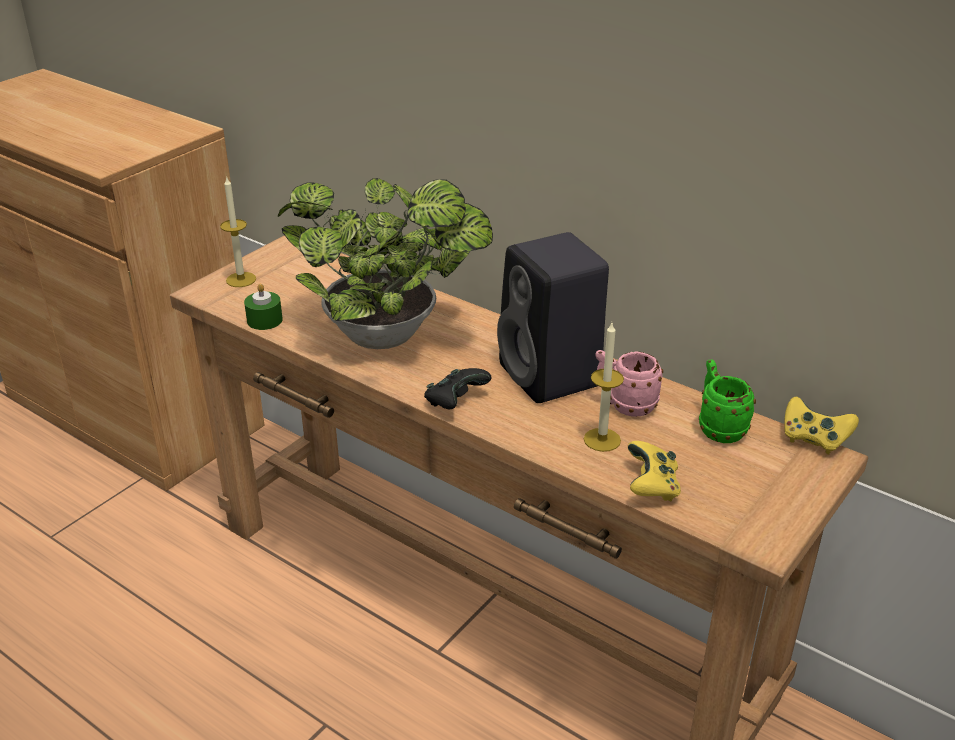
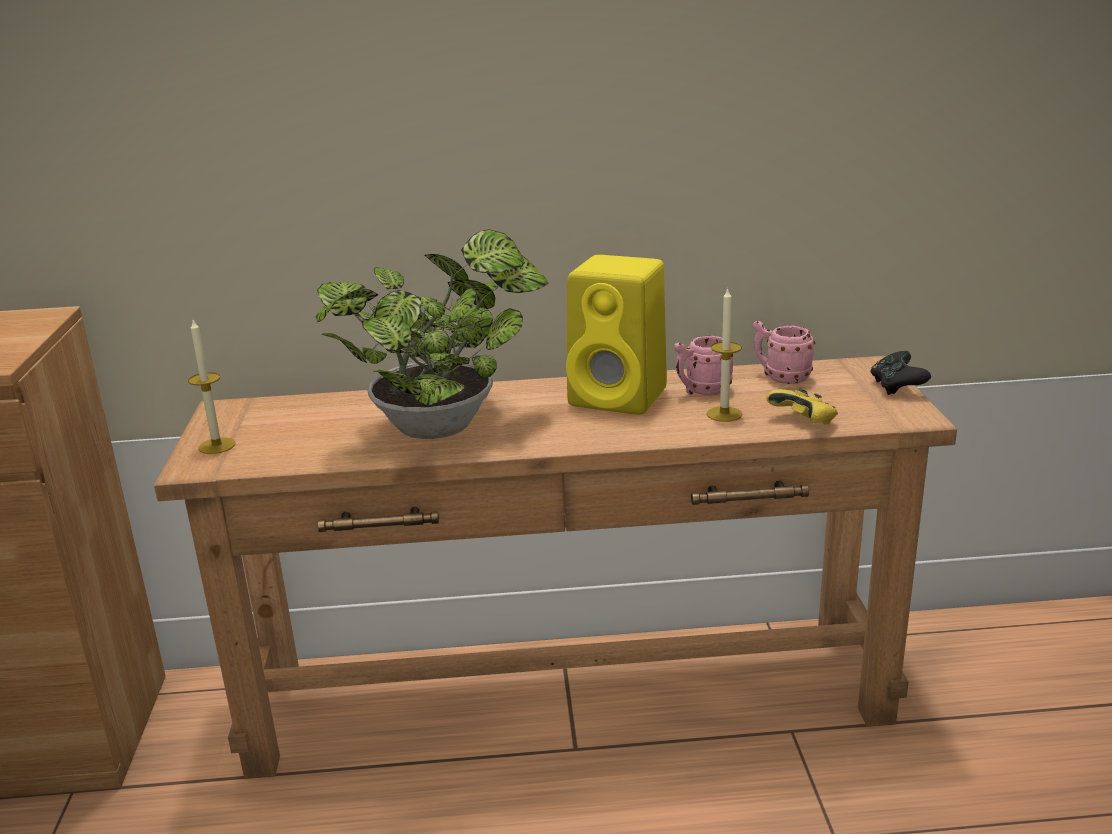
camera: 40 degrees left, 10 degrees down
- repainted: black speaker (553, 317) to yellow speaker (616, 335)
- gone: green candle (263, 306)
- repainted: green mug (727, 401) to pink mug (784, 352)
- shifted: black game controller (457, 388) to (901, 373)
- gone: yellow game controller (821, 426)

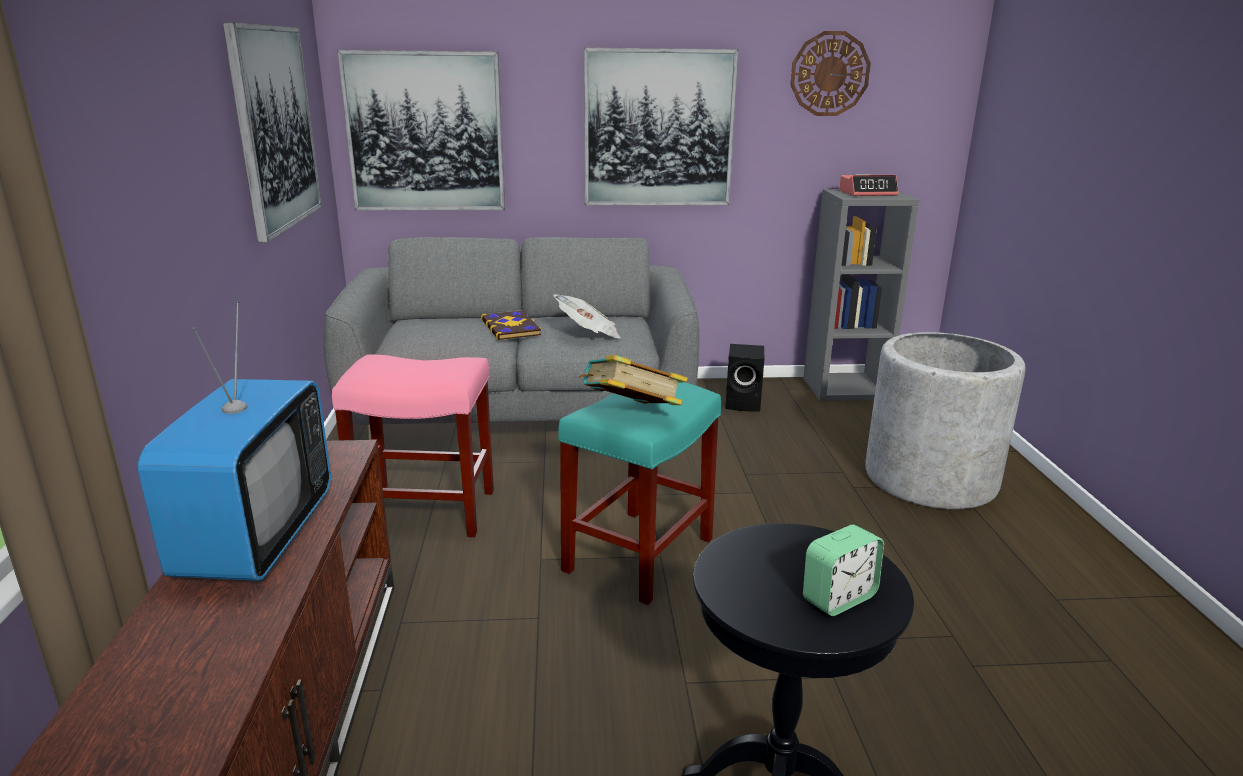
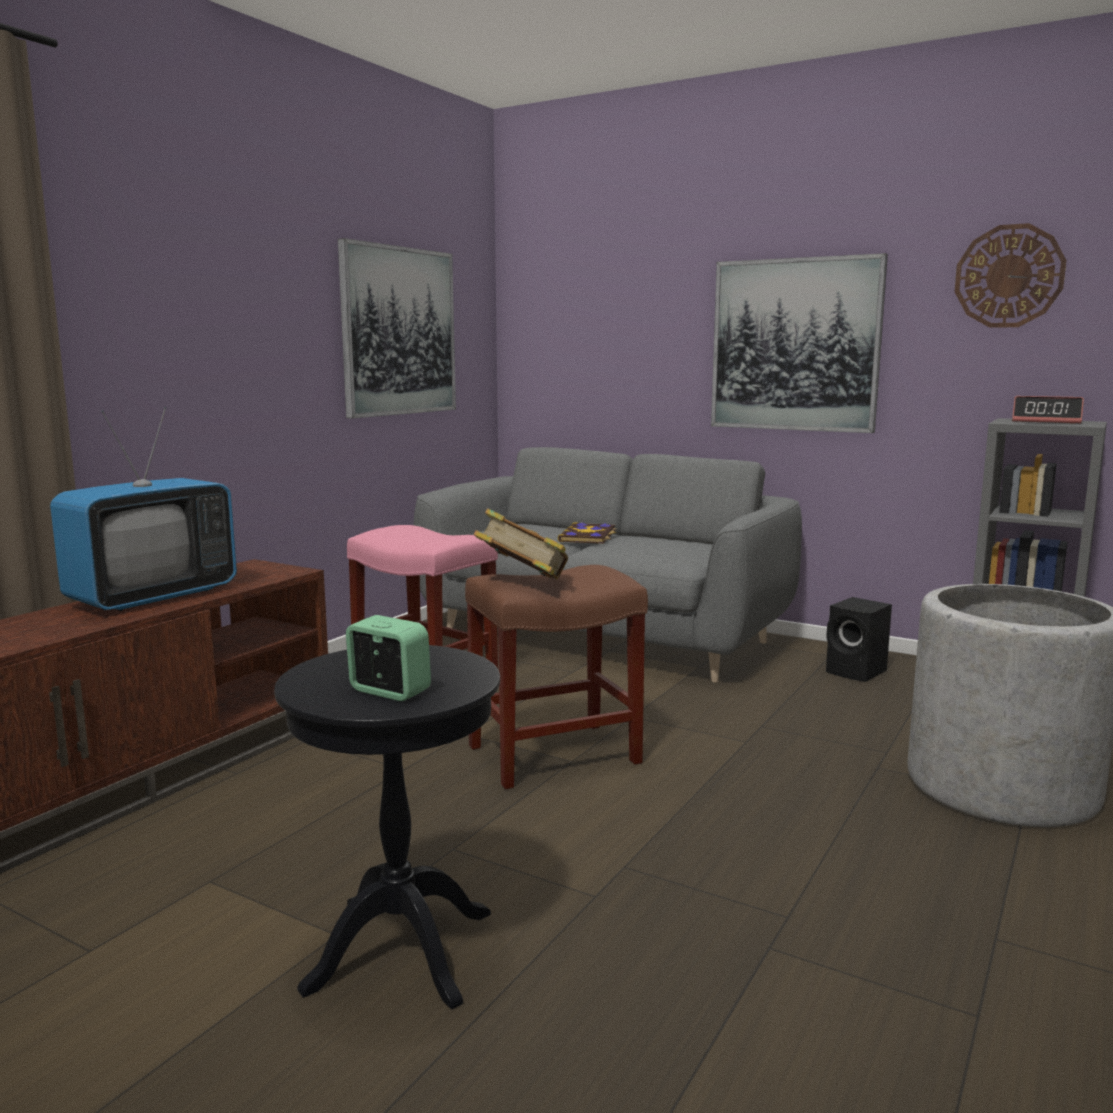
camera: 35 degrees right, 10 degrees down
- gone: picture (421, 130)
- gone: newspaper (587, 316)
- repainted: turquoise stool (639, 493) to brown stool (556, 677)
- rotated: alarm clock (843, 570) = (388, 658) 150 degrees counterclockwise

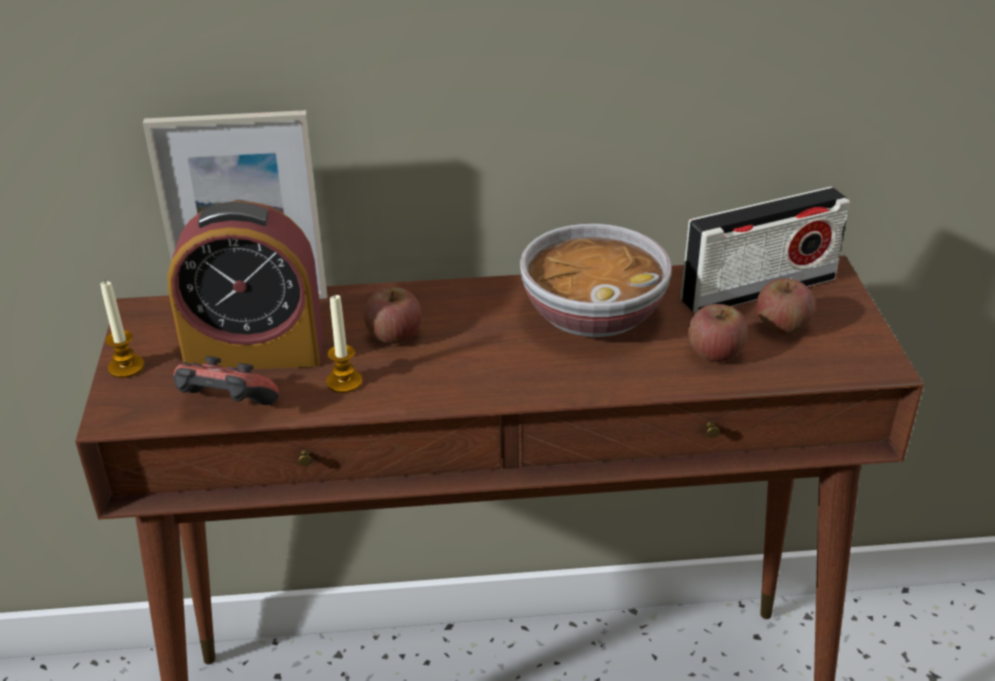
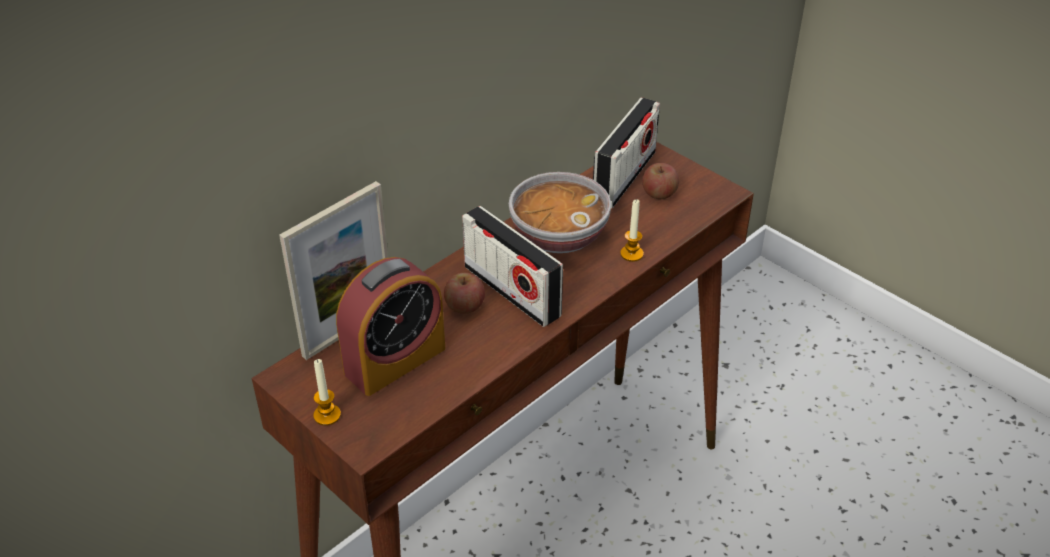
camera: 40 degrees left, 5 degrees up
- shifted: candle (344, 343) to (632, 230)
- gone: apple (718, 333)
- gone: game controller (226, 380)
- new: radio (512, 266)

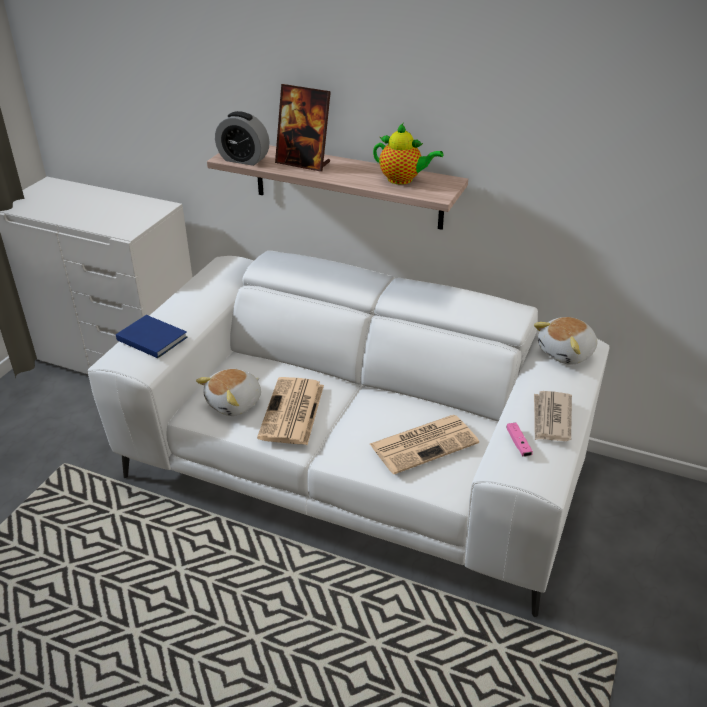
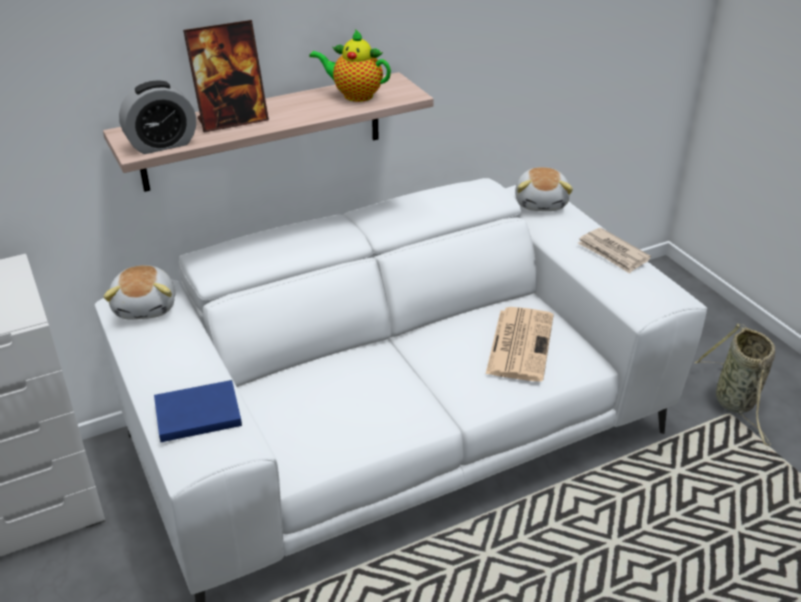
camera: 50 degrees left, 0 degrees up
- rotated: teapot (408, 154) = (350, 65) 135 degrees counterclockwise
- shifted: plush toy (228, 392) to (139, 292)
- gone: newspaper (290, 411)
- gone: pink game controller (519, 440)
- new: basket (734, 385)

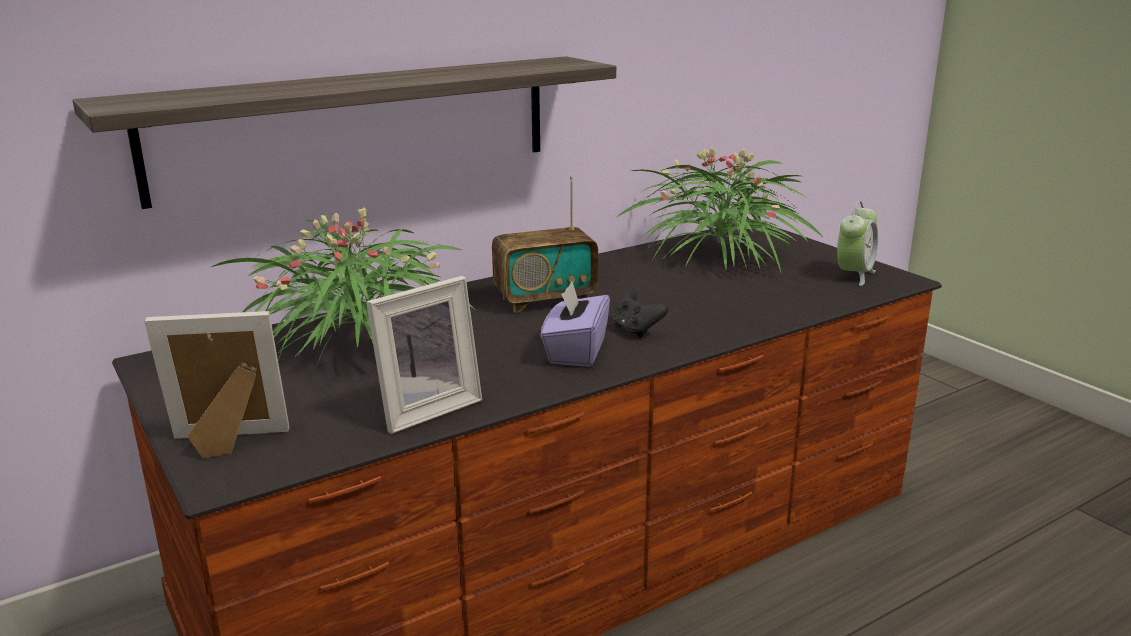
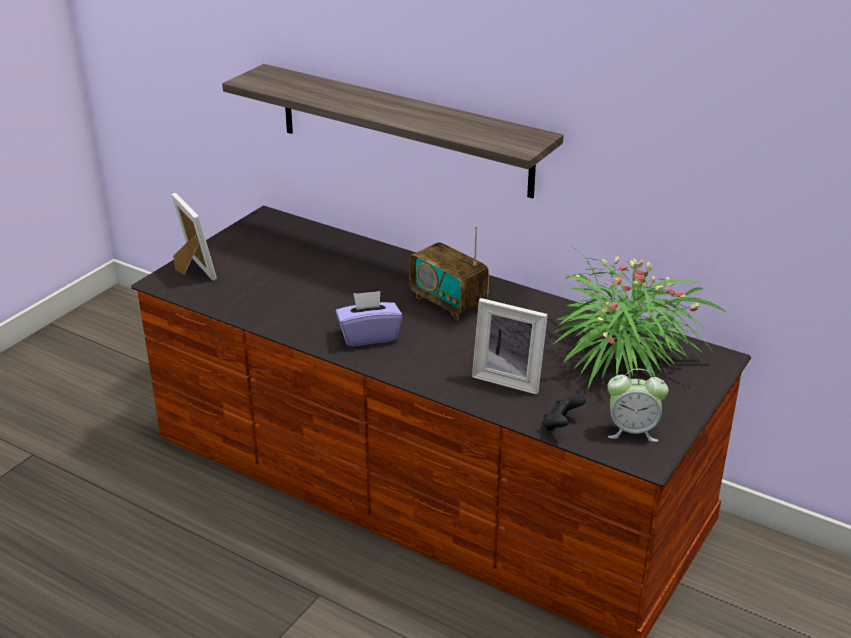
camera: 65 degrees right, 10 degrees up
- gone: potted plant (342, 286)
- shifted: picture frame (424, 355) to (510, 346)
- shifted: black game controller (640, 313) to (564, 413)

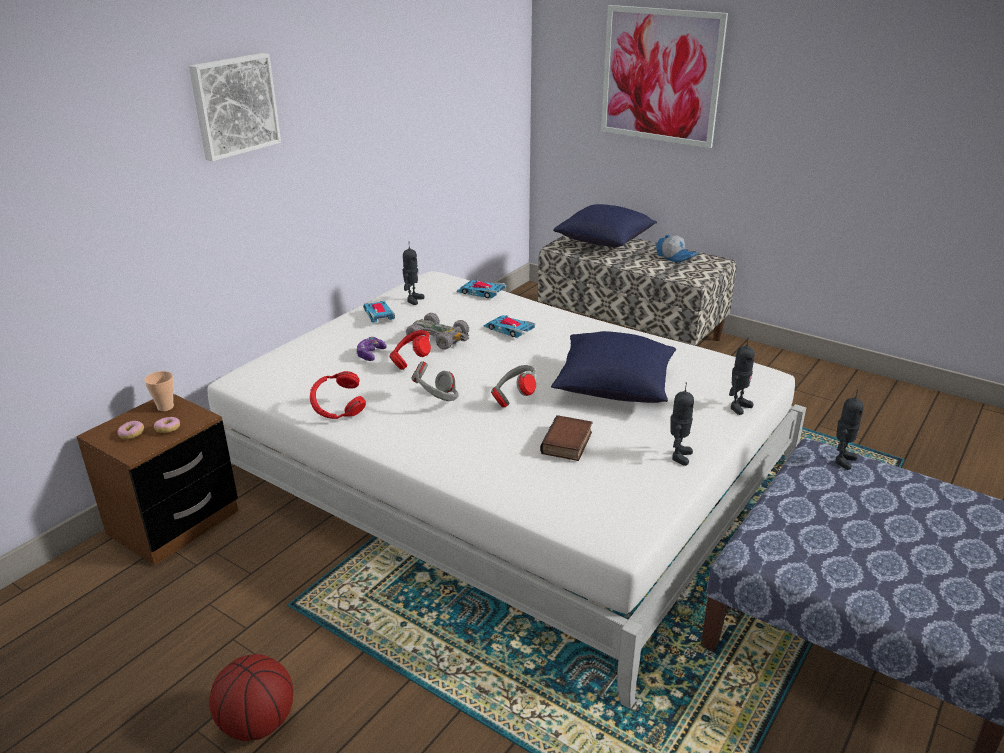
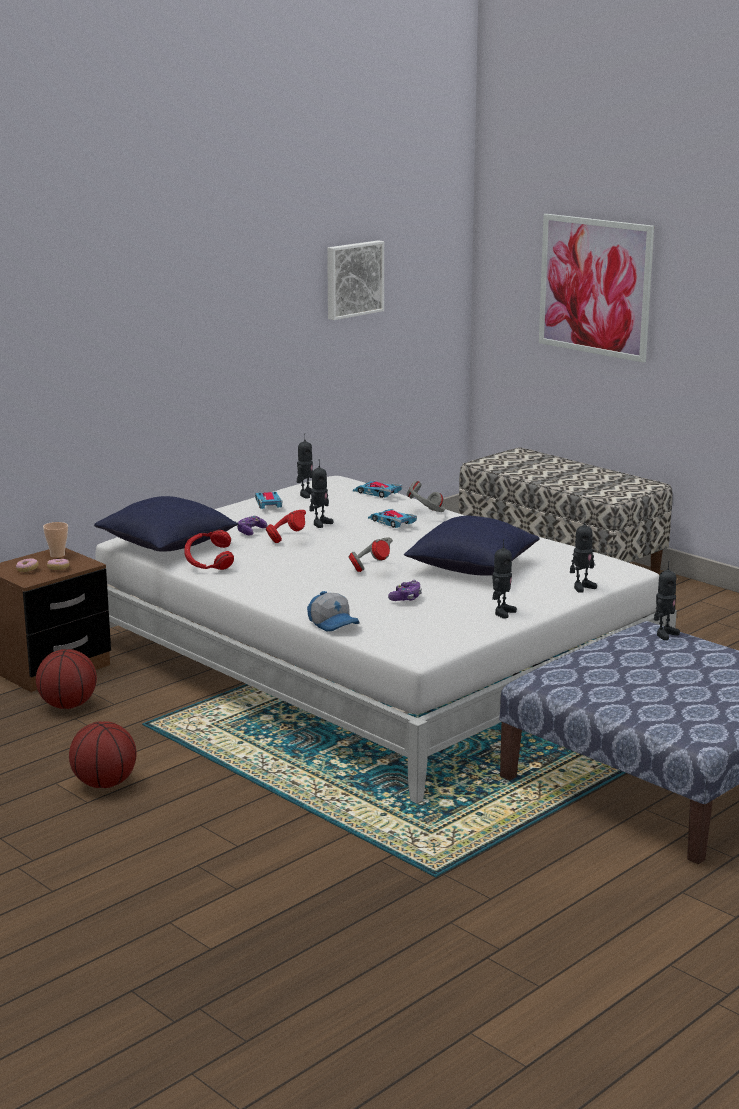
camera: 10 degrees right, 10 degrees down
- shifted: picture (235, 107) to (355, 280)
- shifted: blue pillow (605, 225) to (166, 524)
- shifted: cap (677, 248) to (333, 611)
- swapped: grey toy car (437, 331) to toy robot (321, 496)
- shifted: grey headphones (435, 381) to (426, 496)
- swapped: book (566, 438) to game controller (405, 590)
- new: basketball (66, 679)

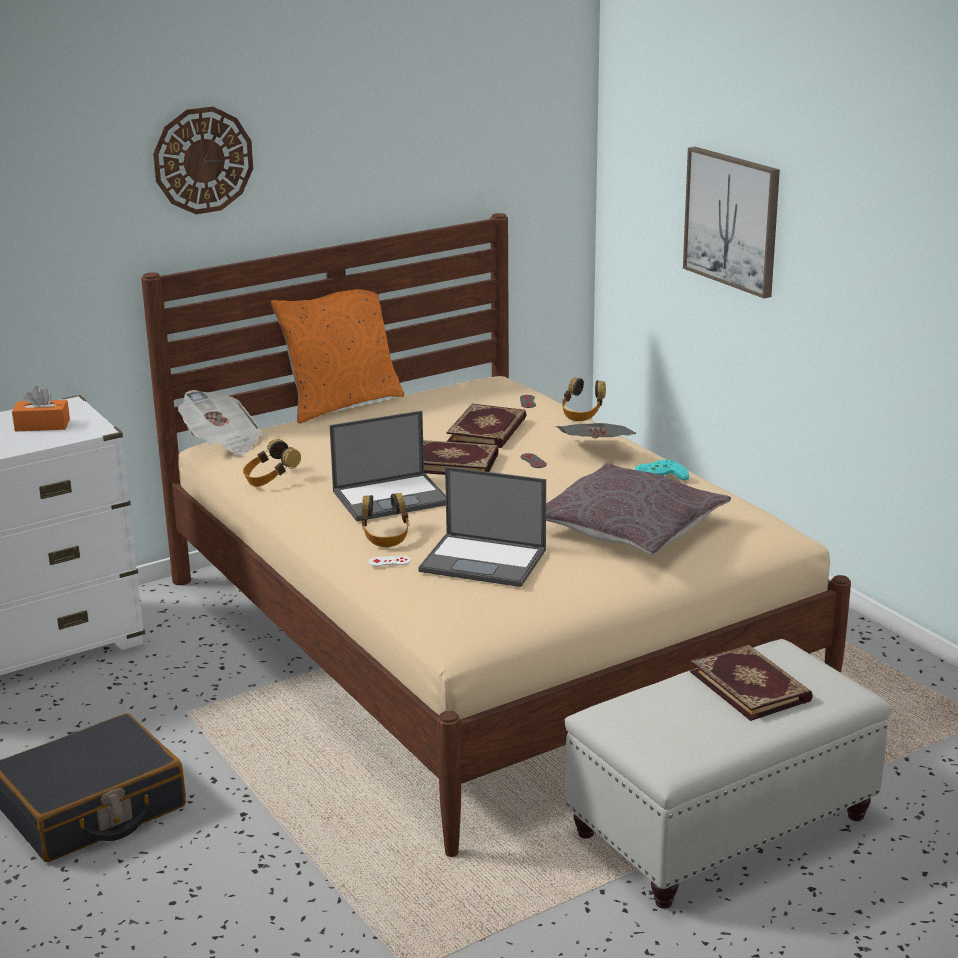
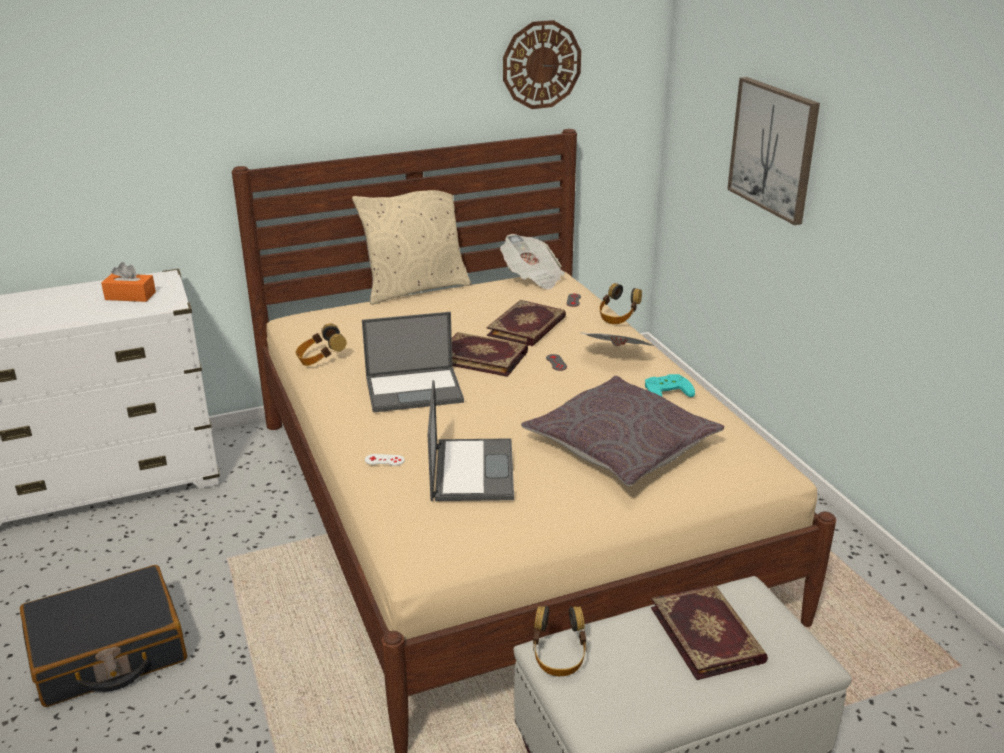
camera: 10 degrees right, 5 degrees up
- shifted: wall clock (203, 160) to (542, 64)
- repainted: orange pillow (337, 356) to beige pillow (411, 247)
- shifted: newspaper (220, 422) to (532, 262)
- rotated: laptop (482, 527) = (470, 440) 120 degrees counterclockwise
- shifted: headphones (385, 520) to (560, 641)

